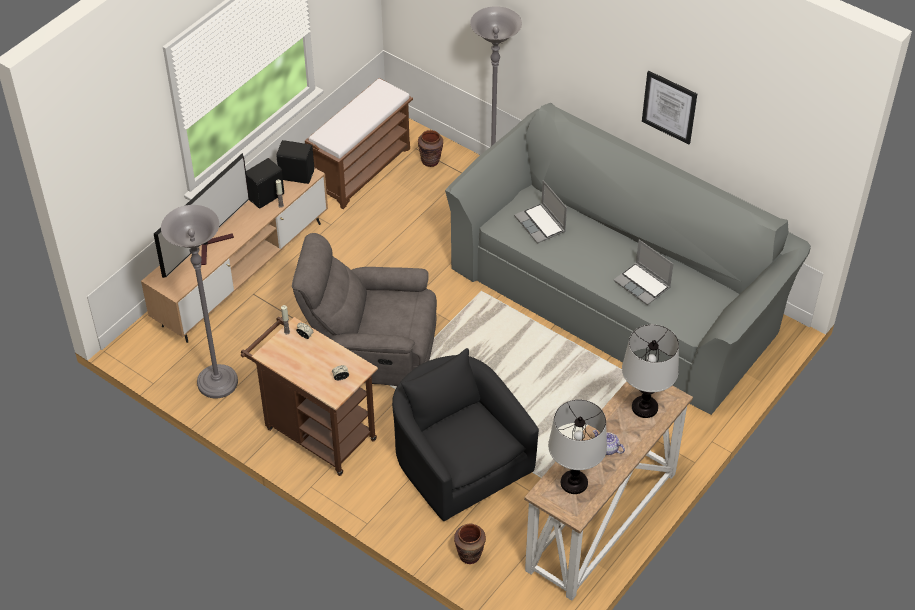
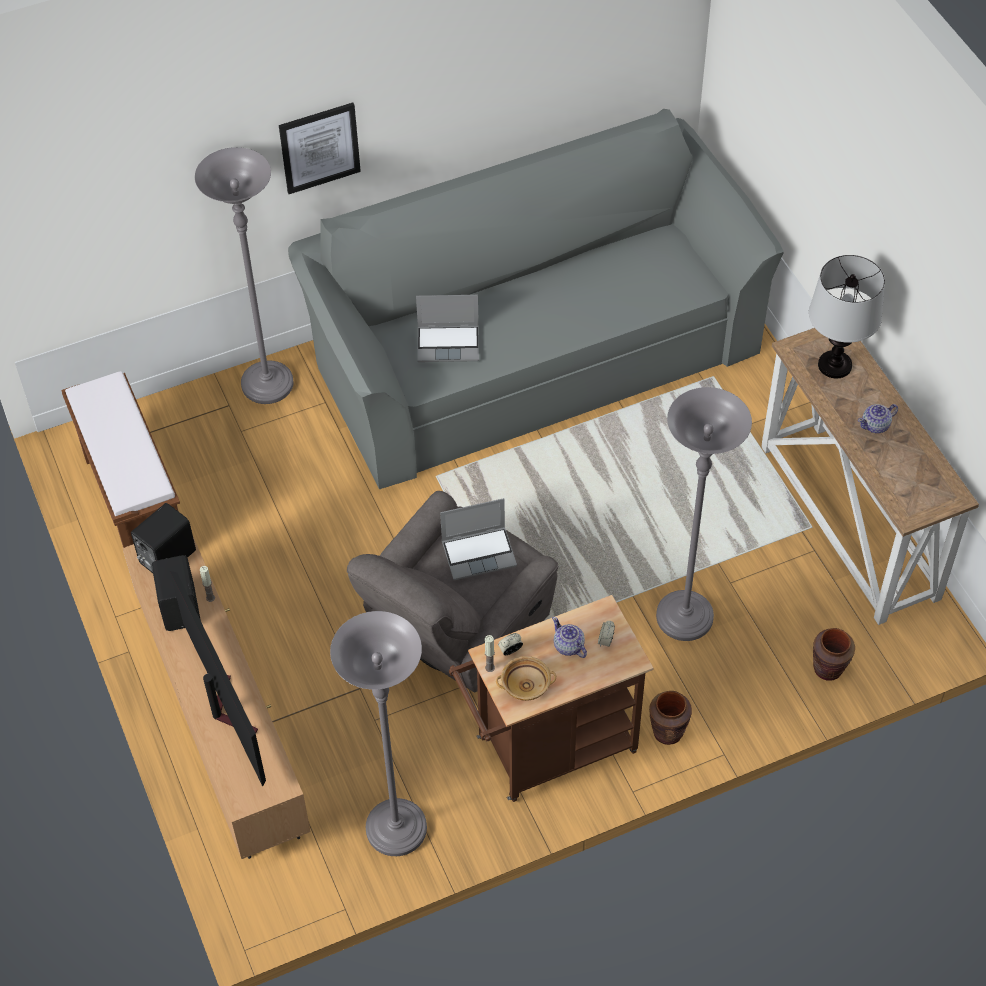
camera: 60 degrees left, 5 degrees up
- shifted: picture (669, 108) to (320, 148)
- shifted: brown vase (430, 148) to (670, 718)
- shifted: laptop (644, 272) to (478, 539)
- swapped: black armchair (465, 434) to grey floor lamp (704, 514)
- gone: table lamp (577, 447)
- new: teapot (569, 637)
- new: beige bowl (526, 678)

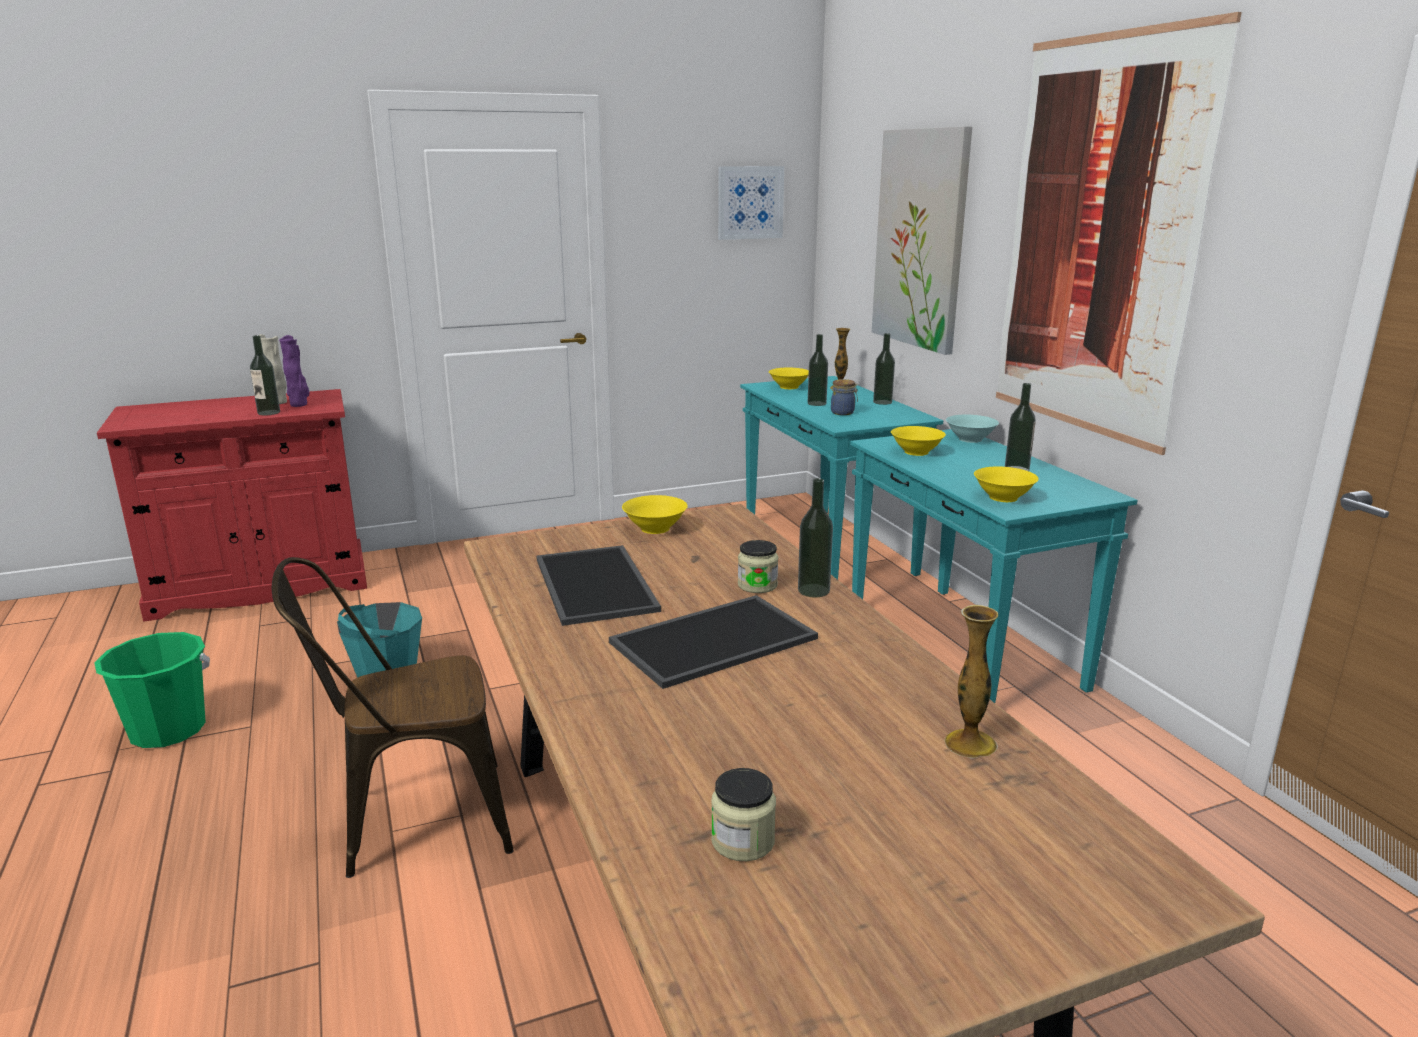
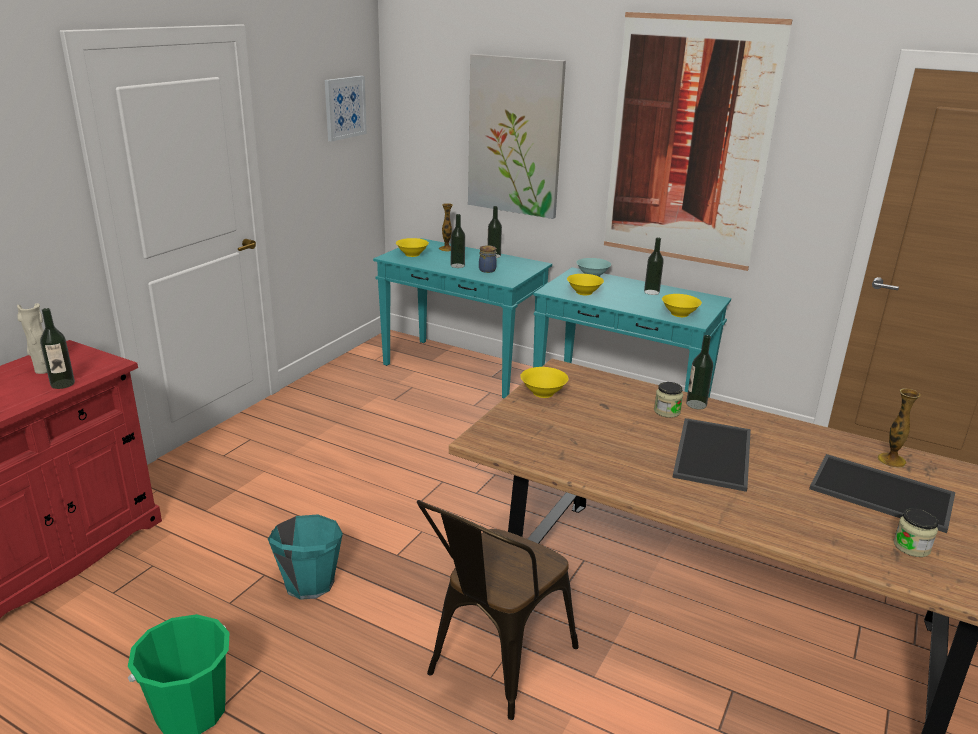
camera: 40 degrees left, 5 degrees up
- gone: purple vase (294, 371)
- shifted: tray (598, 585) to (882, 493)

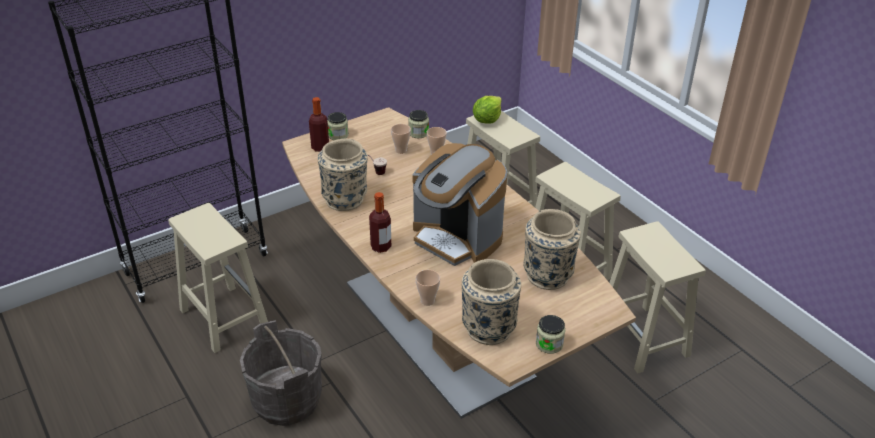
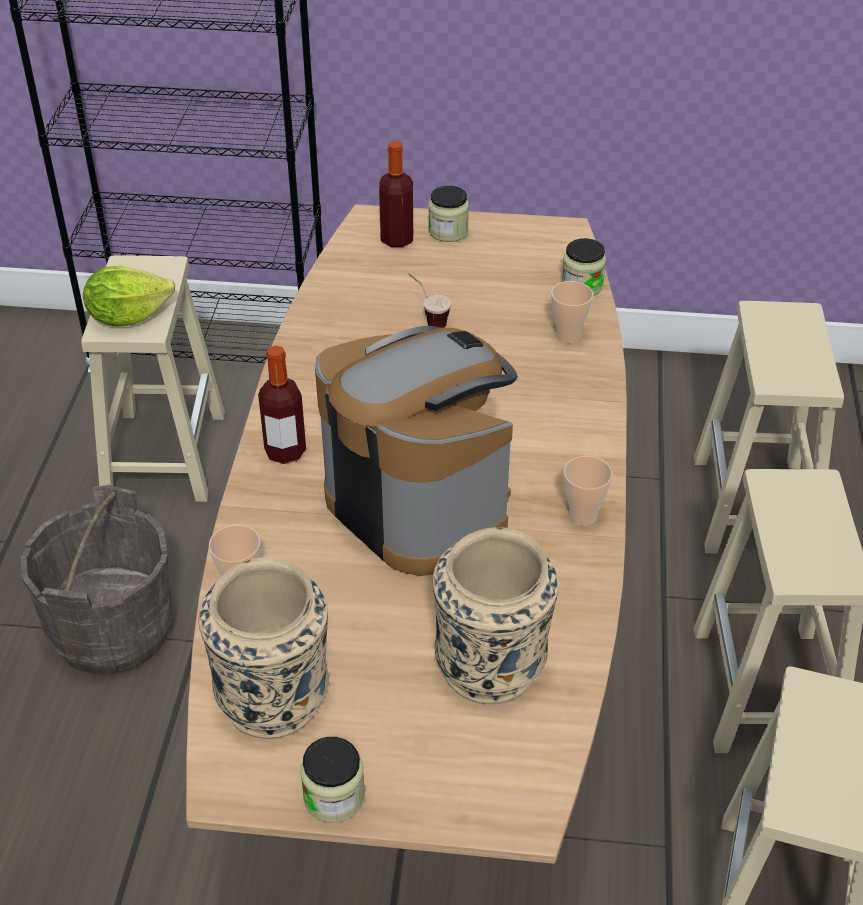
camera: 40 degrees right, 5 degrees up
- shifted: lettuce (487, 110) to (129, 296)
- shifted: cup (401, 139) to (587, 491)
- gone: beige vase (342, 175)
- rotated: coffee machine (460, 204) = (416, 451) 150 degrees clockwise

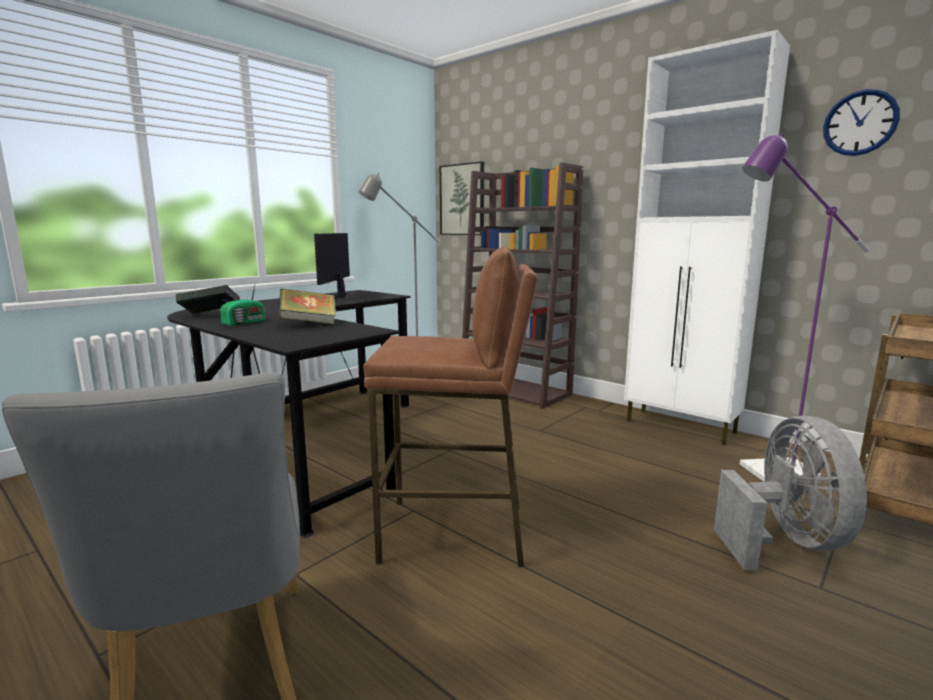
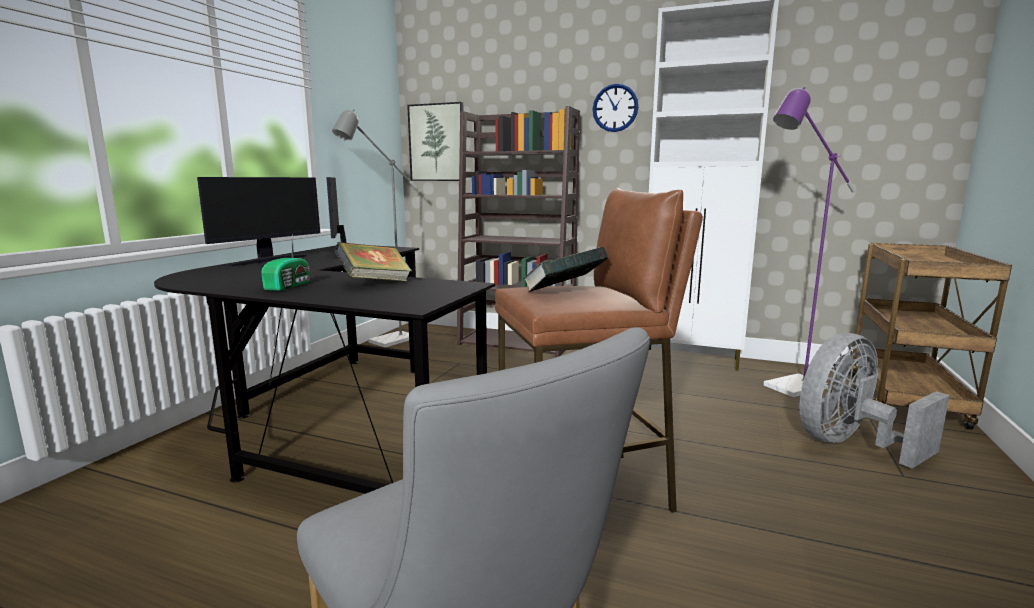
camera: 20 degrees left, 0 degrees up
- shifted: wall clock (861, 122) to (615, 108)
- shifted: book (208, 299) to (565, 270)
- rotated: grey fan (790, 492) = (874, 400) 105 degrees counterclockwise
- new: monitor (258, 221)

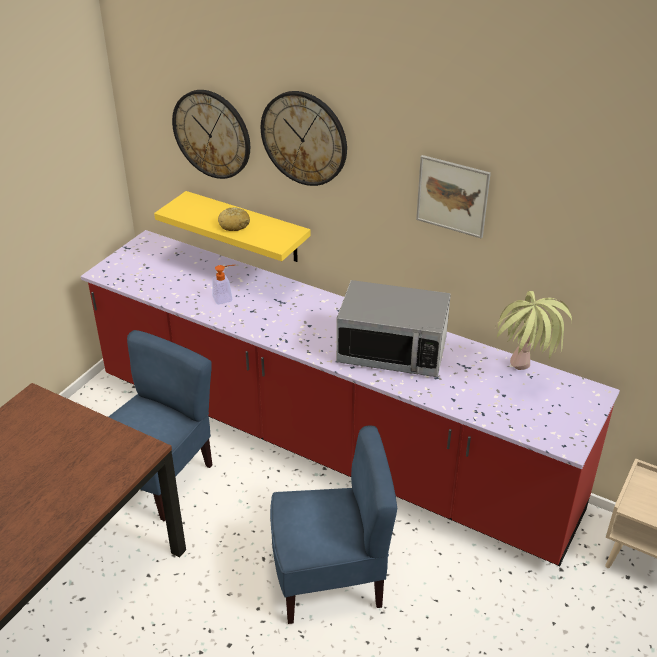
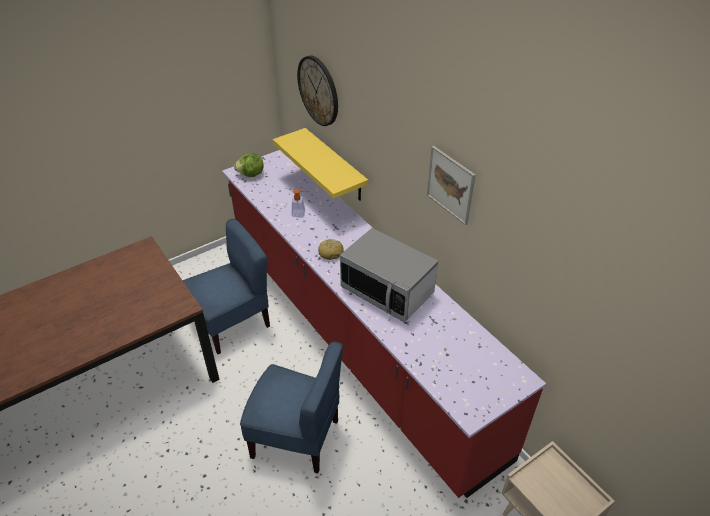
camera: 25 degrees right, 5 degrees up
- gone: wall clock (304, 138)
- shifted: bread (234, 219) to (331, 249)
- gone: potted plant (533, 330)
- new: lettuce (248, 165)

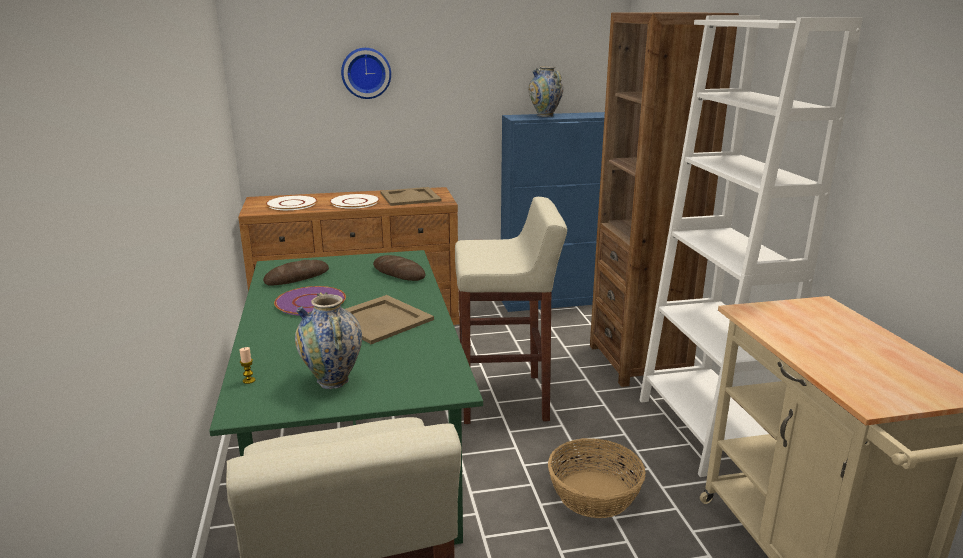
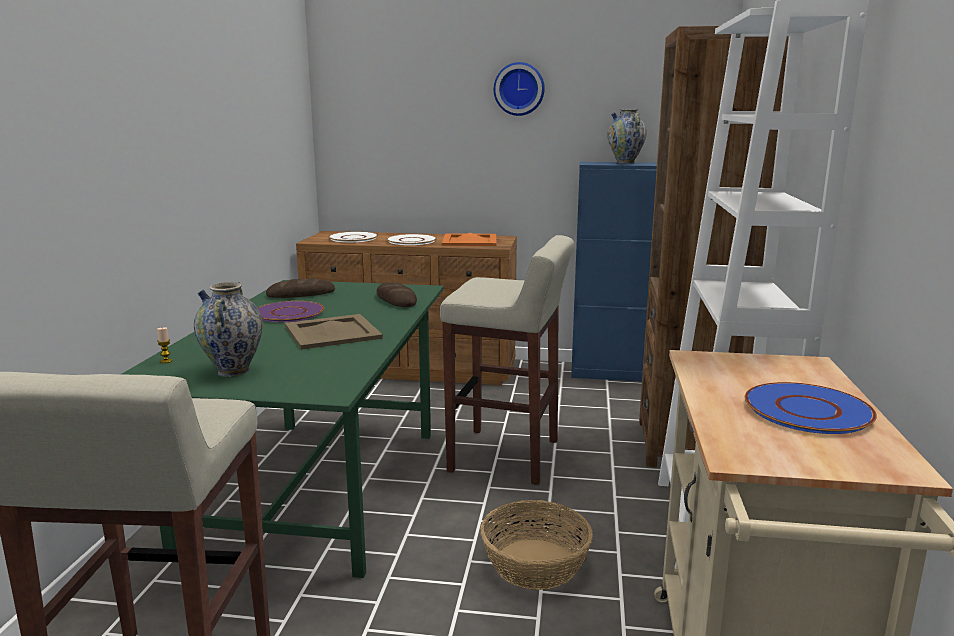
camera: 20 degrees right, 5 degrees down
- shifted: wall clock (366, 73) to (519, 89)
- repainted: beige tray (411, 196) to orange tray (469, 239)
- new: blue plate (811, 408)

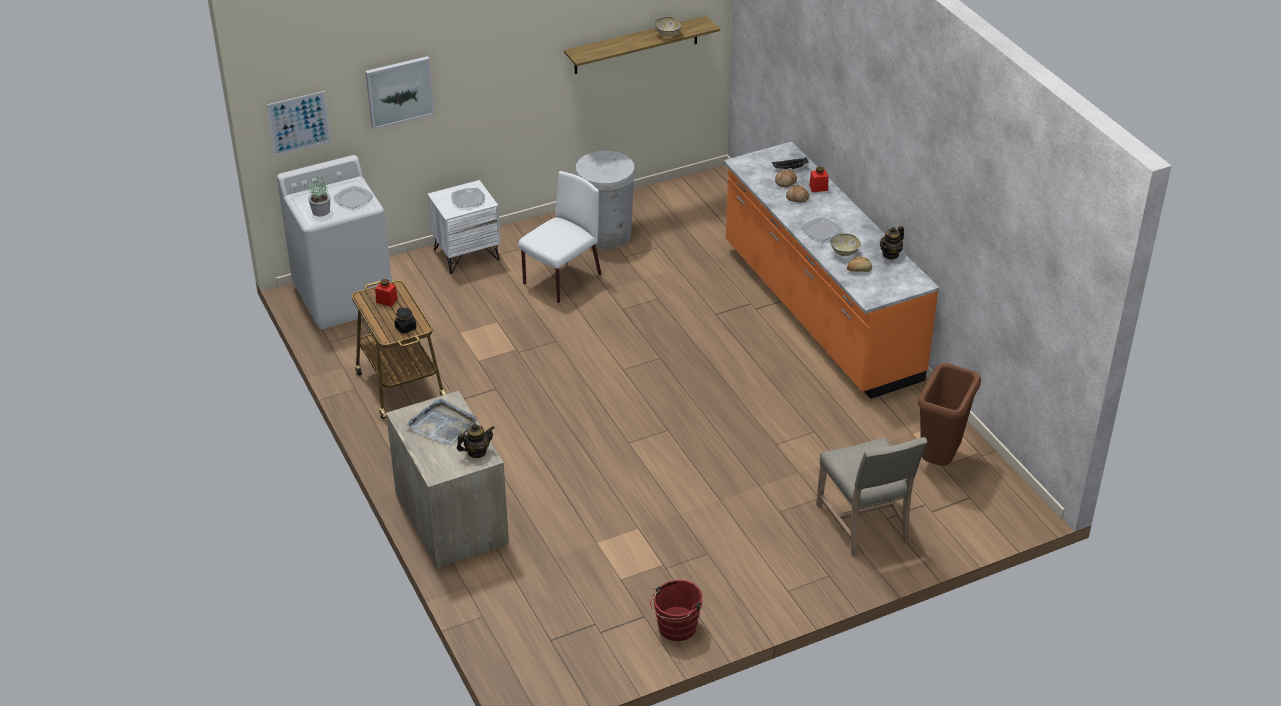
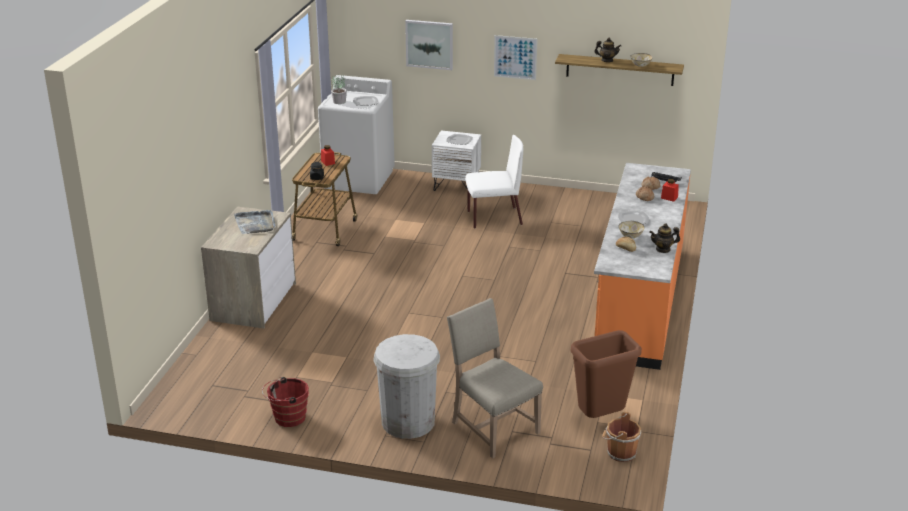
camera: 40 degrees right, 10 degrees down
- shifted: picture (299, 123) to (515, 57)
- shifted: white trash can (605, 200) to (406, 386)
- shifted: teapot (476, 441) to (607, 50)
- rotated: beige chair (871, 497) = (495, 378) 120 degrees clockwise
- new: brown bucket (621, 437)

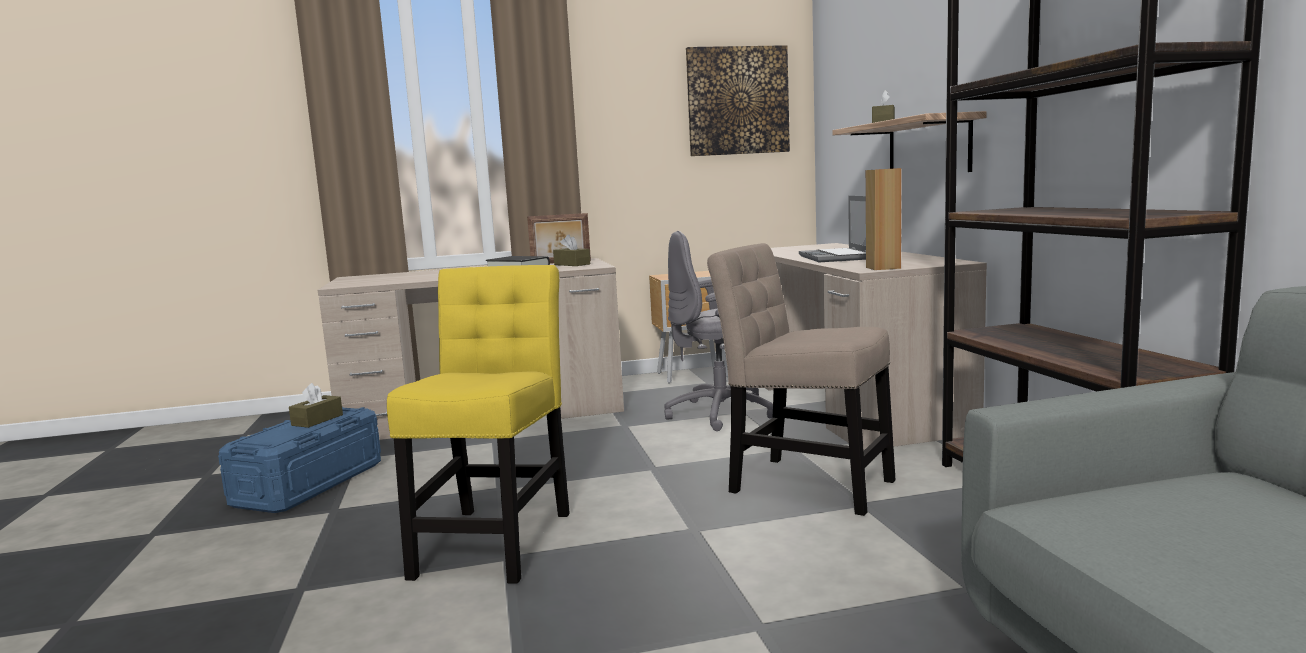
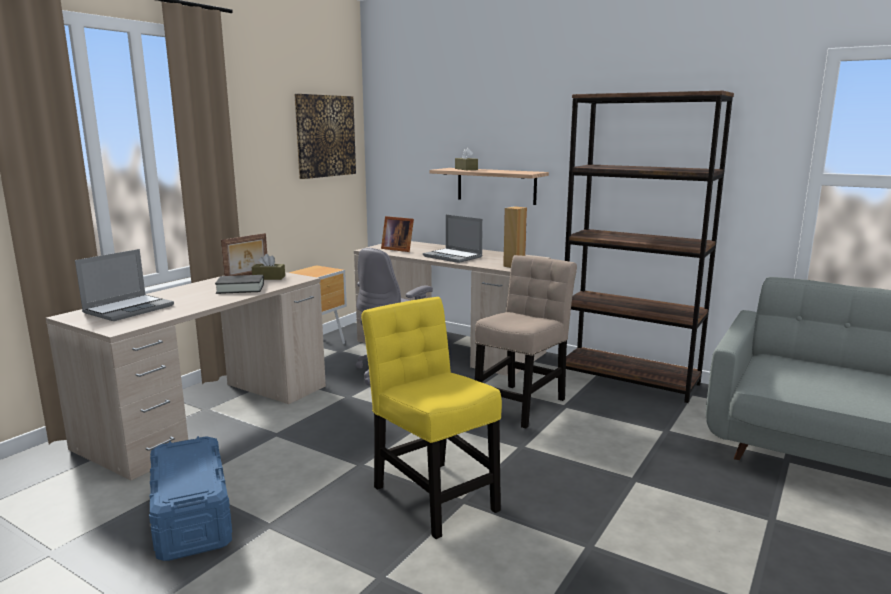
camera: 45 degrees left, 5 degrees up
- rotated: beige chair (801, 379) = (526, 341) 135 degrees clockwise
- gone: brown tissue box (316, 405)
- new: picture frame (397, 234)
- new: laptop (124, 285)

